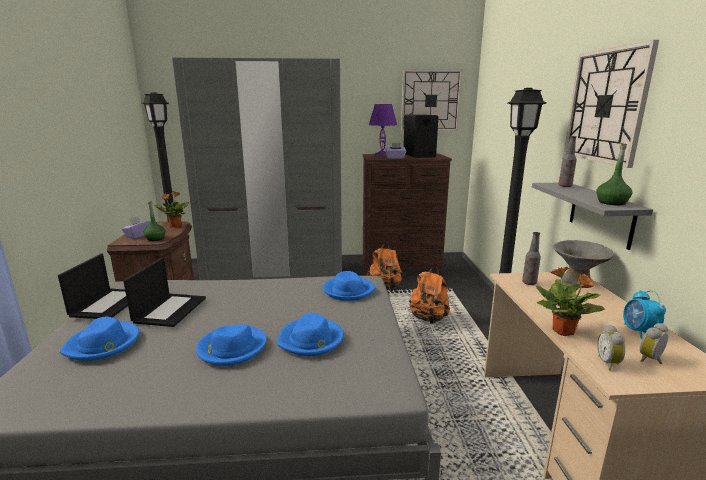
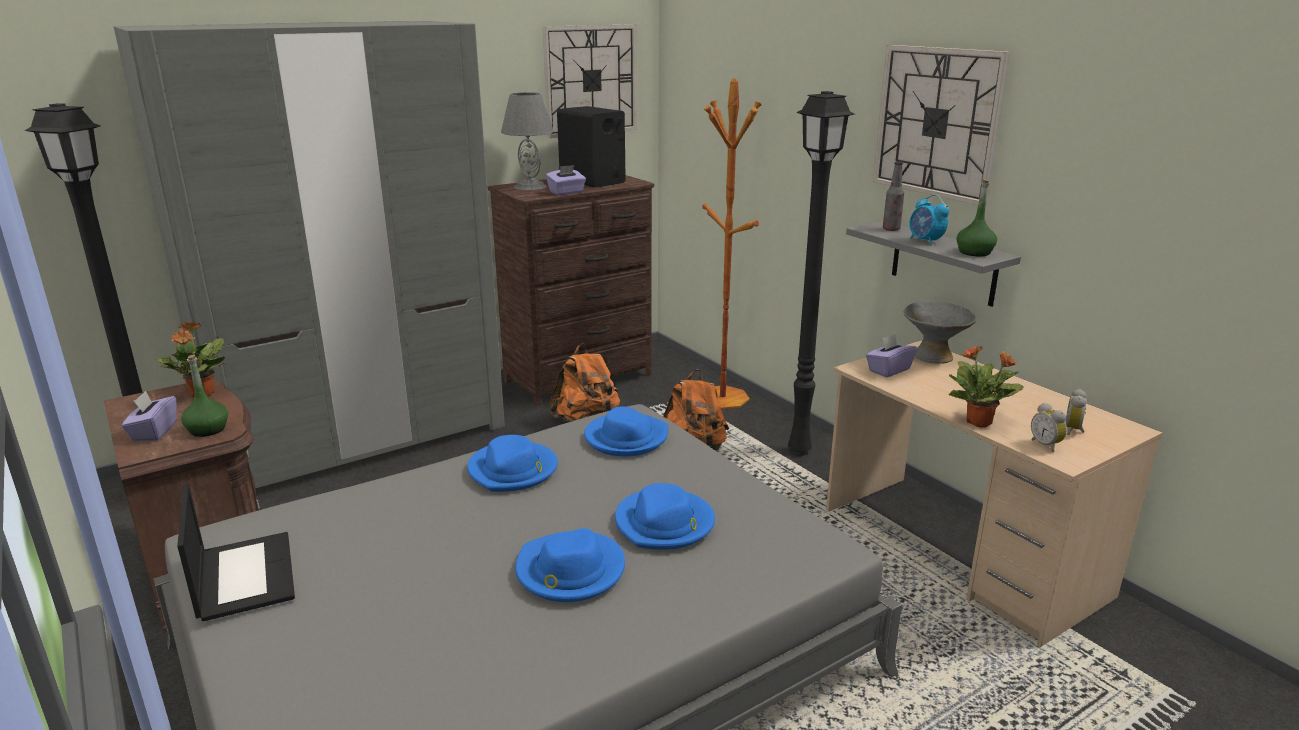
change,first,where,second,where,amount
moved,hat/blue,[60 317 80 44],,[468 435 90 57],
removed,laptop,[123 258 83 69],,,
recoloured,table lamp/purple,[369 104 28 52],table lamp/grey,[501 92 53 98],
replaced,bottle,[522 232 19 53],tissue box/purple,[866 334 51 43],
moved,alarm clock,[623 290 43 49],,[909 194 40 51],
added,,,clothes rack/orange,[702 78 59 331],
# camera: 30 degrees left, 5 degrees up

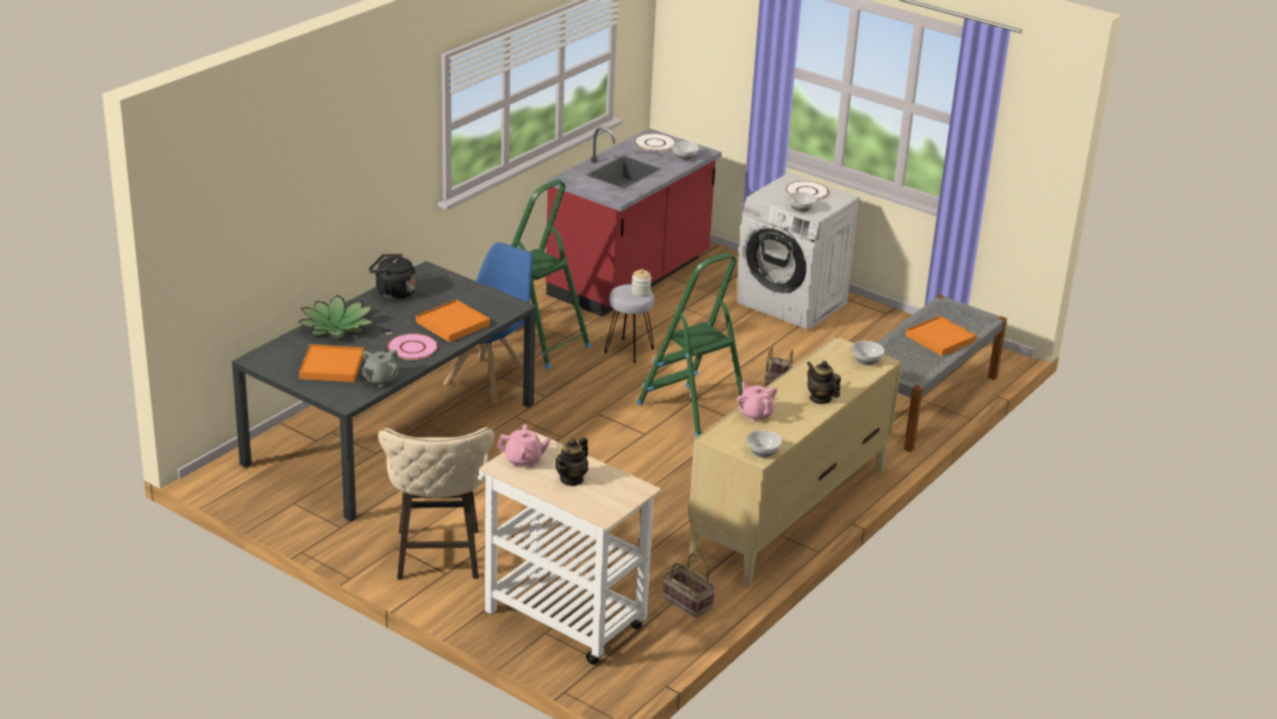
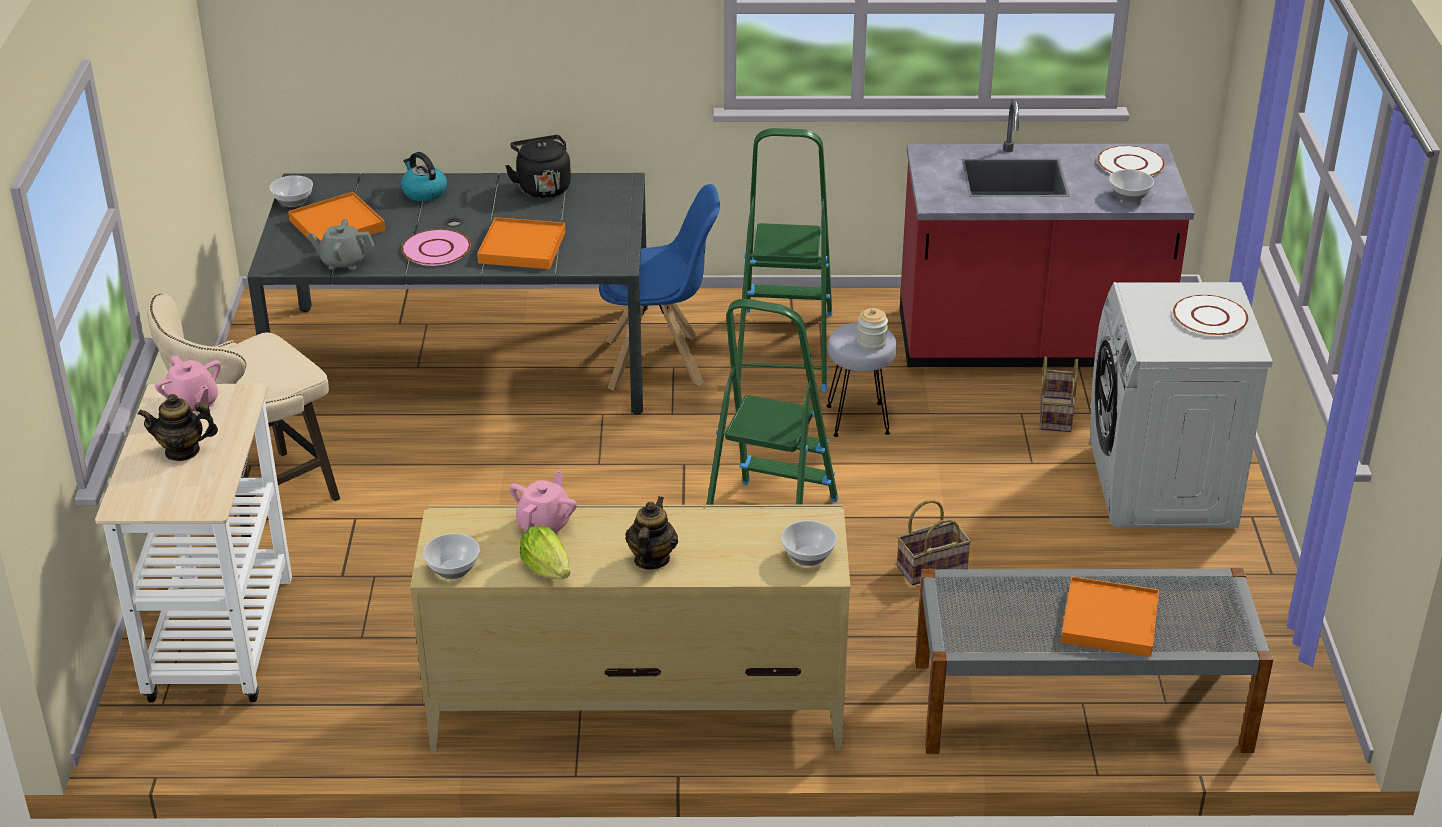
change,first,where,second,where,amount
replaced,potted plant,[298 295 76 45],kettle,[401 152 46 49],
moved,basket,[663 552 52 66],,[1040 357 38 75],
moved,bowl,[788 192 28 20],,[269 175 44 32],
added,,,lettuce,[520 526 50 53],
# camera: 55 degrees right, 5 degrees up

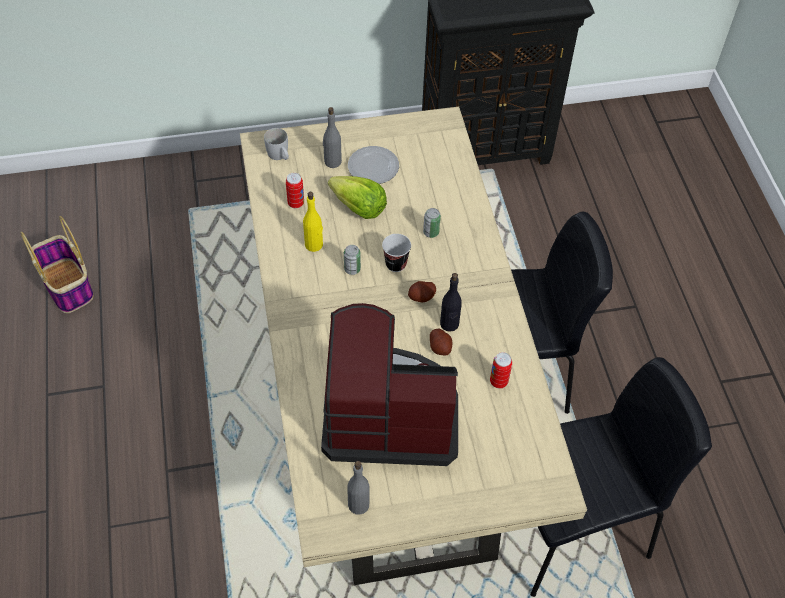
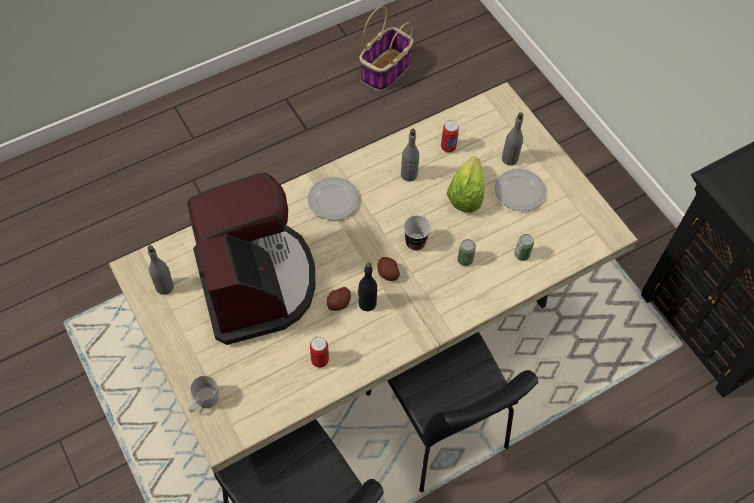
change,first,where,second,where,amount
moved,mug/white,[264 128 25 32],,[188 376 31 36],
recoloured,bottle/yellow,[303 192 20 60],bottle/grey,[401 129 18 53],
moved,can,[344 245 17 30],,[514 234 20 27],
added,,,plate,[308 177 51 43],
# camera: 70 degrees right, 5 degrees up

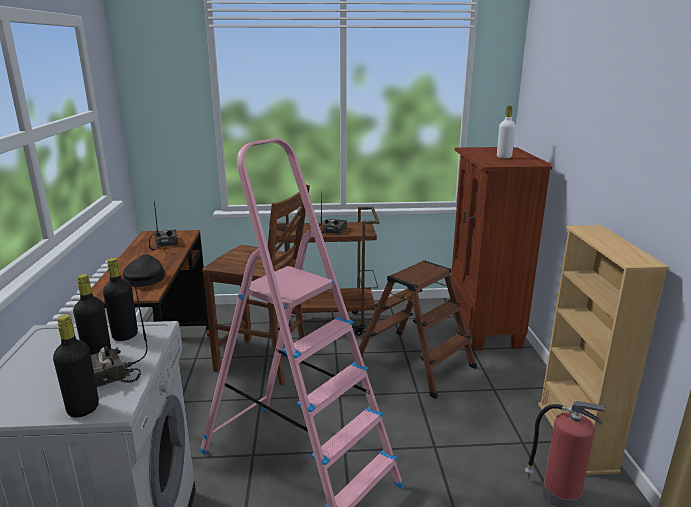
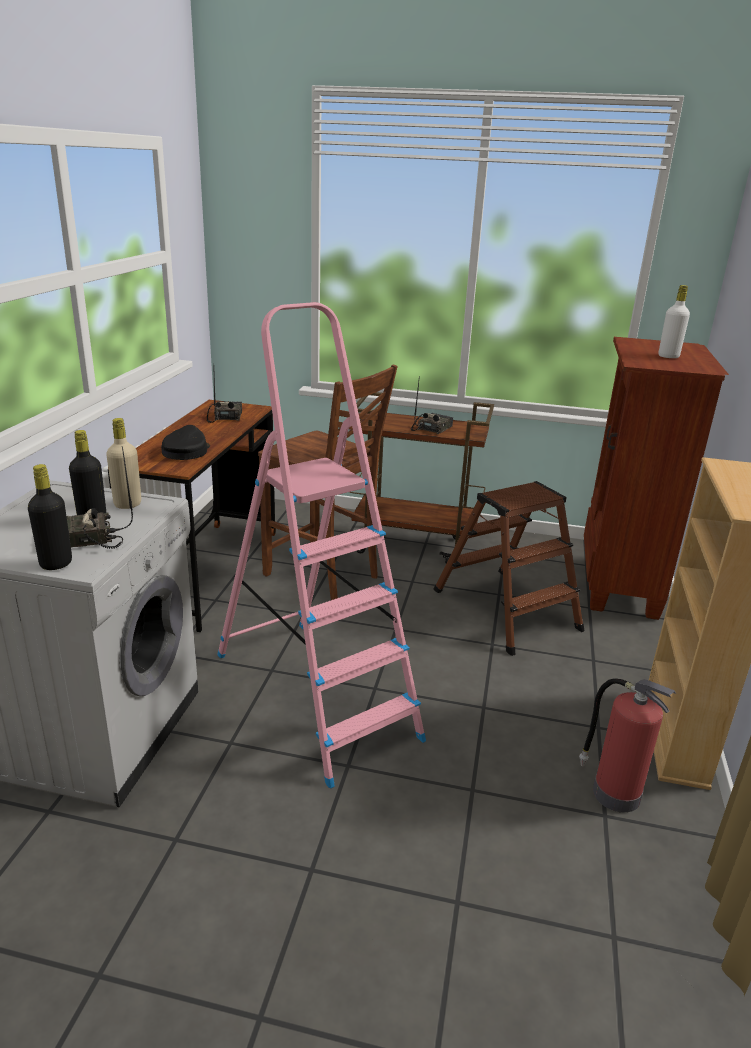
change,first,where,second,where,amount
recoloured,bottle/black,[103 258 35 83],bottle/beige,[106 418 35 91],
# camera: 15 degrees right, 5 degrees up

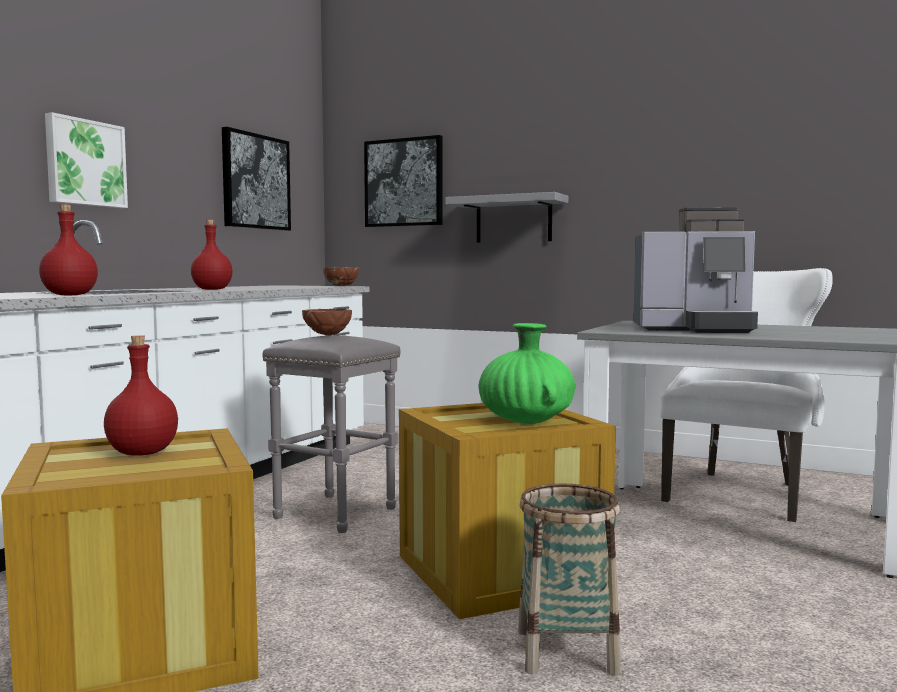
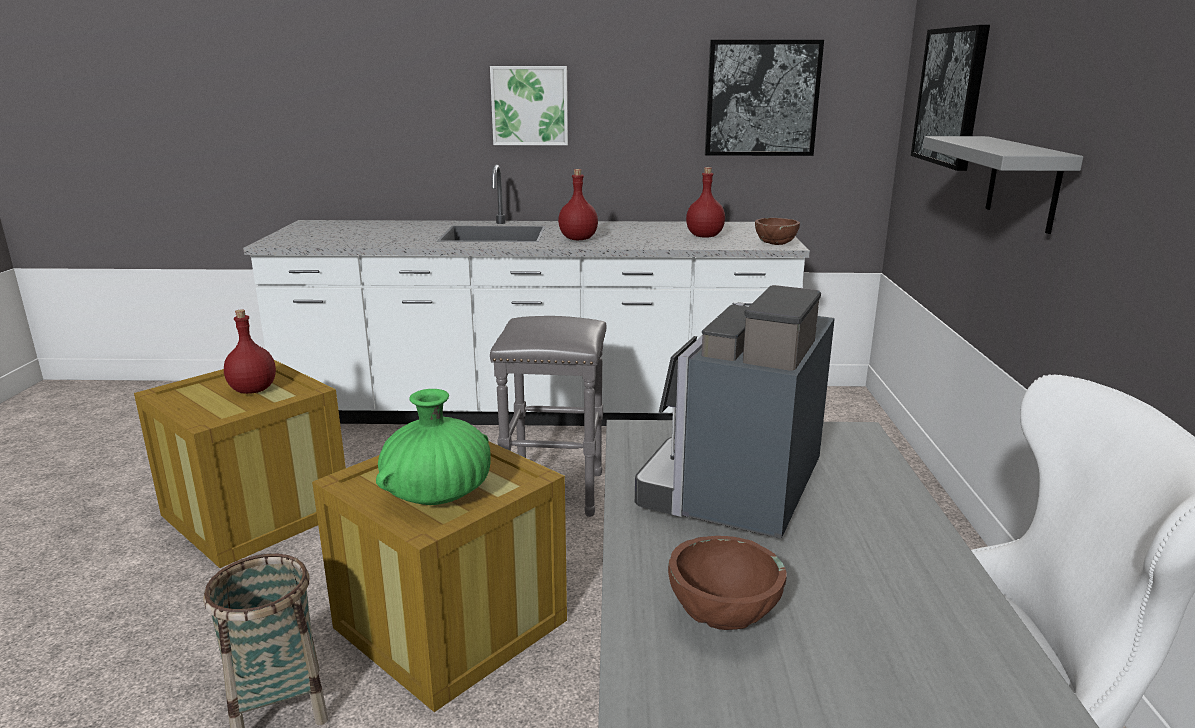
change,first,where,second,where,amount
moved,bottle/red,[39 204 59 91],,[686 167 39 71],
moved,bowl/brown,[302 309 50 27],,[668 536 119 94],
turned,coffee machine,[633 207 125 126],,[635 285 200 254],45 degrees clockwise
# camera: 65 degrees right, 15 degrees up

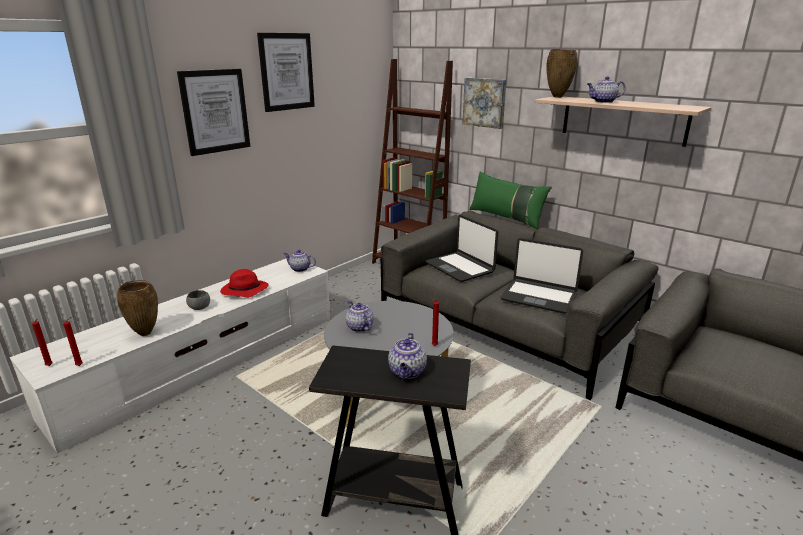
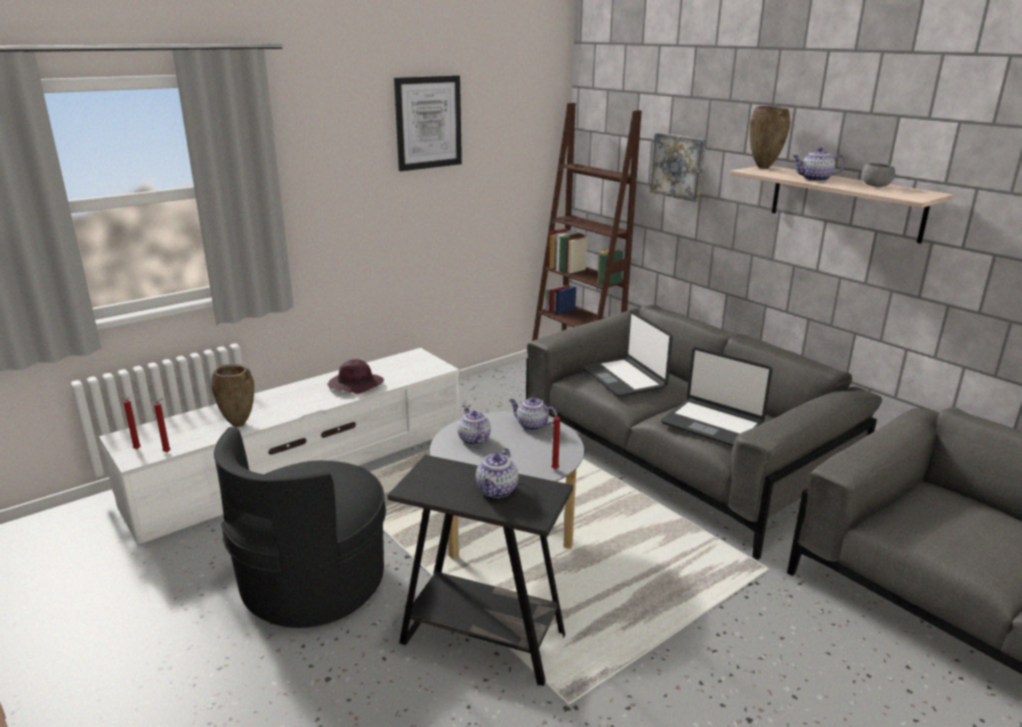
change,first,where,second,where,amount
removed,picture,[177 69 73 87],,,
moved,bowl/grey,[186 290 24 20],,[862 163 33 24],
recoloured,hat/red,[220 269 48 29],hat/purple,[328 359 56 35],
moved,teapot,[283 250 33 22],,[509 397 48 34],
removed,pillow/green,[469 172 83 57],,,
added,,,armchair/black,[214 427 172 201],
# camera: 10 degrees right, 0 degrees up

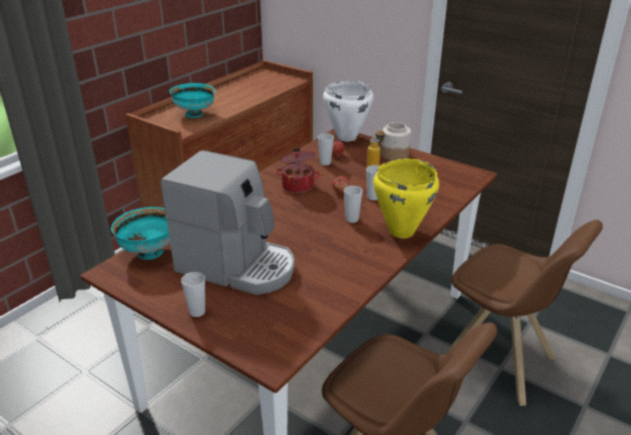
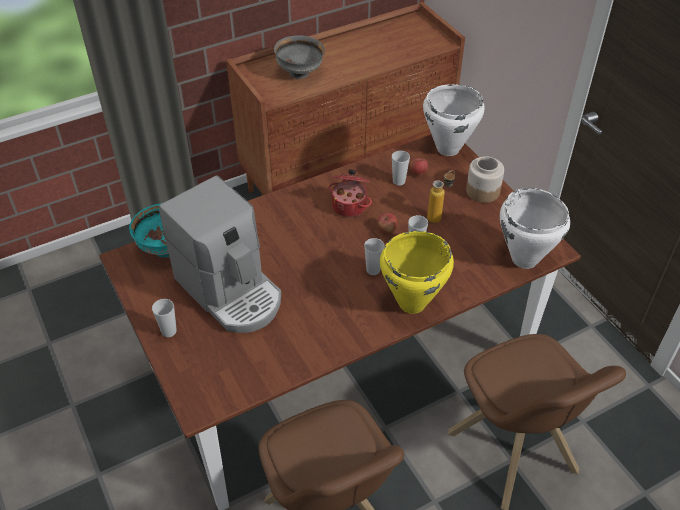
change,first,where,second,where,amount
recoloured,bowl/turquoise,[169 83 47 35],bowl/grey,[274 35 51 44],
added,,,cooking pot/white,[500 188 70 81],
# camera: 25 degrees right, 15 degrees up

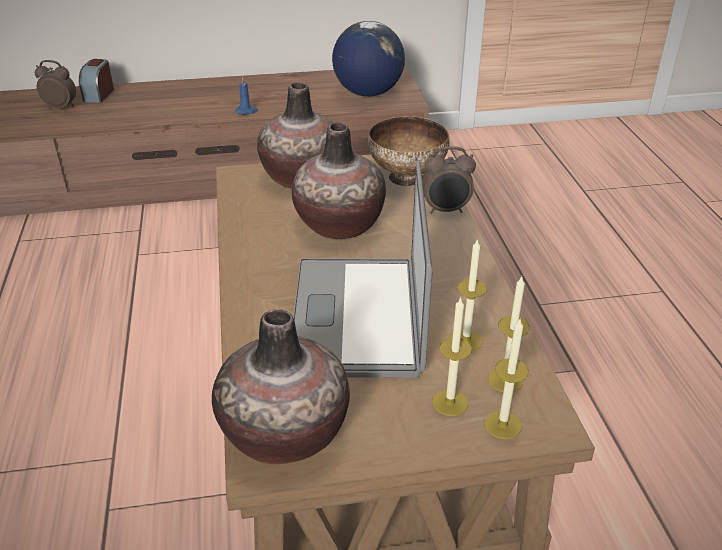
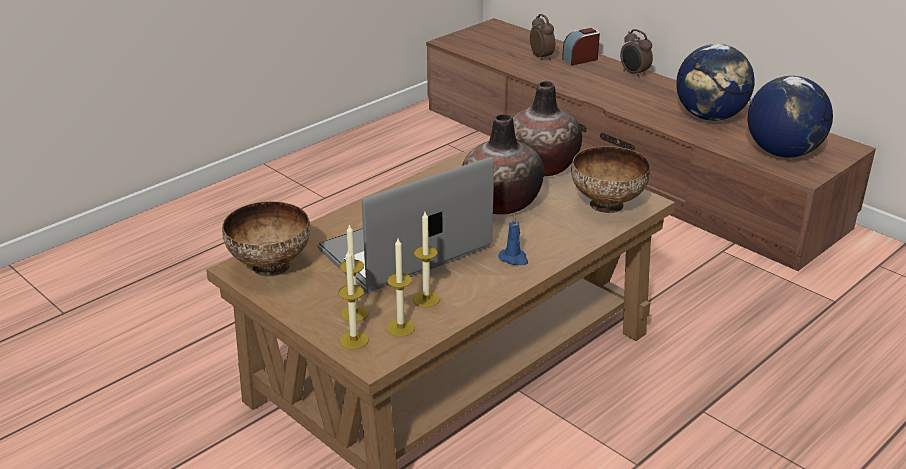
change,first,where,second,where,amount
replaced,vase,[212 309 138 155],bowl,[222 201 89 76],
moved,candle/blue,[235 77 23 38],,[498 214 30 51],
moved,alarm clock,[422 146 54 68],,[620 29 33 49],
added,,,globe,[676 44 79 77],
# camera: 55 degrees right, 5 degrees down

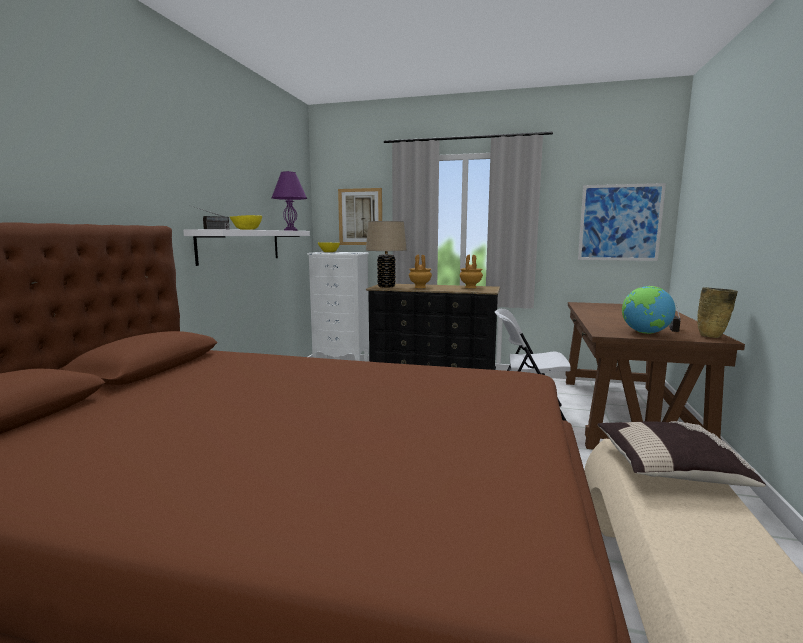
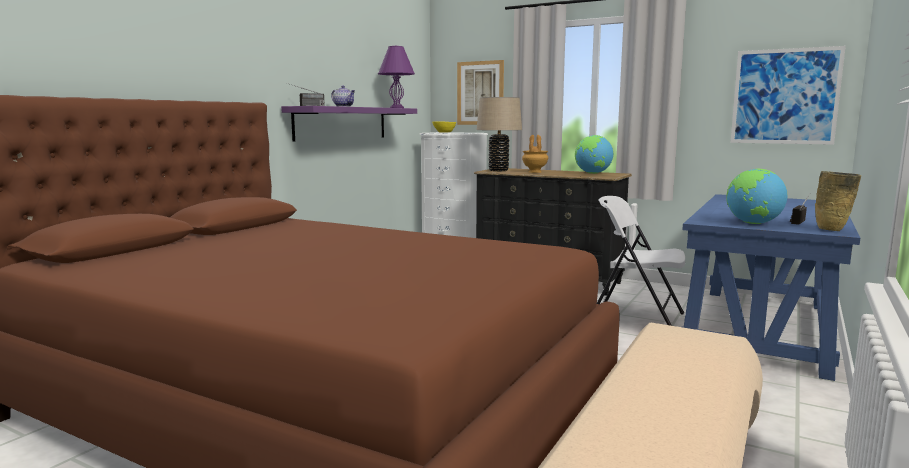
change,first,where,second,where,amount
recoloured,shelf/white,[183 229 127 37],shelf/purple,[281 106 136 36],
replaced,bowl/yellow,[230 215 32 15],teapot,[331 86 24 21],
replaced,vase/brown,[460 255 23 33],globe,[575 135 38 39],
recoloured,desk/brown,[565 302 180 147],desk/blue,[682 194 178 187],
removed,pillow,[598 421 168 66],,,
# camera: 15 degrees right, 0 degrees up

